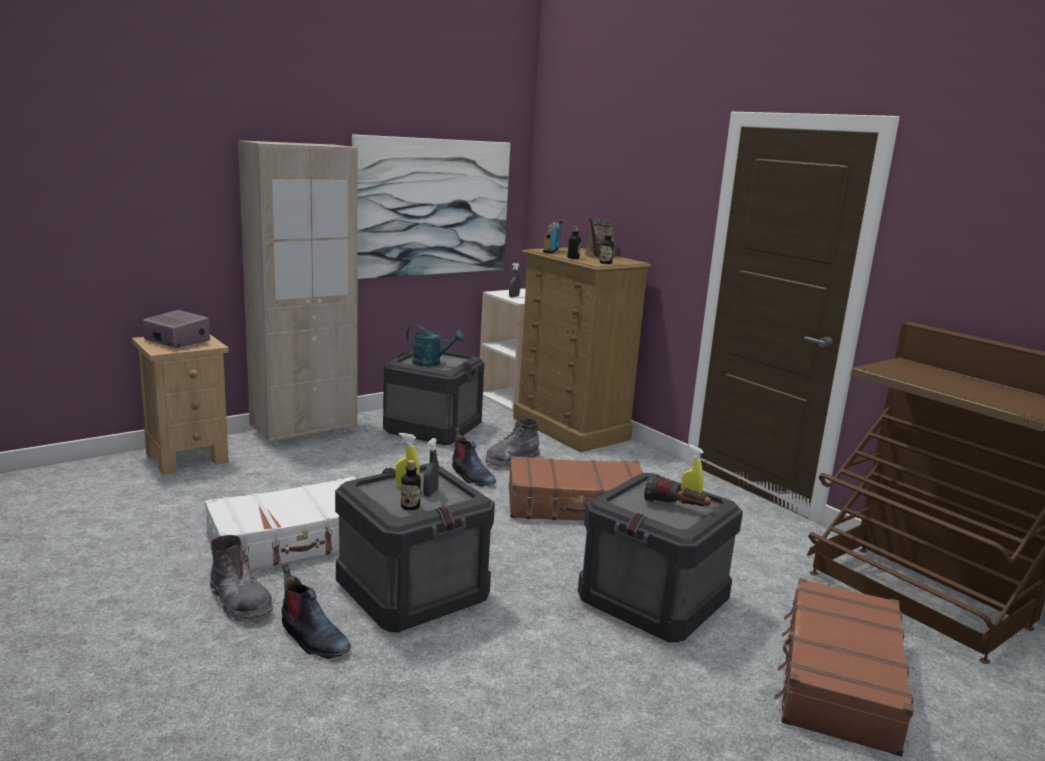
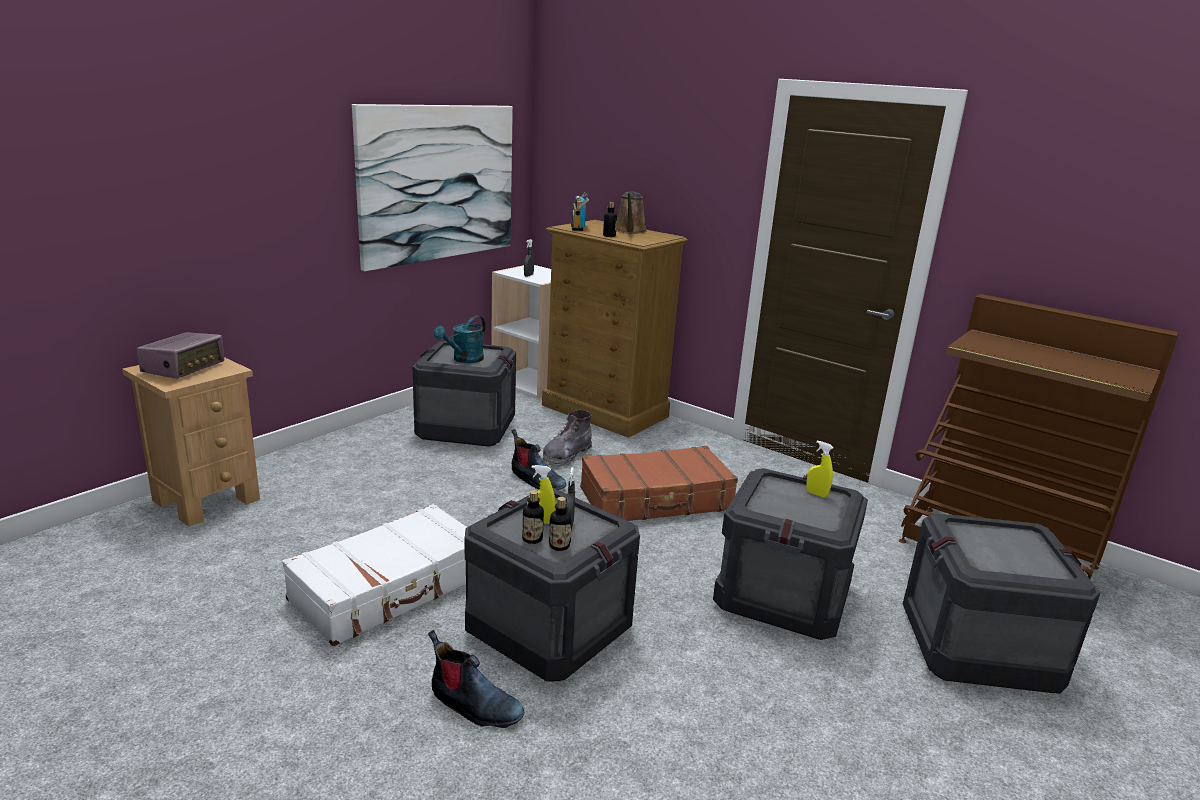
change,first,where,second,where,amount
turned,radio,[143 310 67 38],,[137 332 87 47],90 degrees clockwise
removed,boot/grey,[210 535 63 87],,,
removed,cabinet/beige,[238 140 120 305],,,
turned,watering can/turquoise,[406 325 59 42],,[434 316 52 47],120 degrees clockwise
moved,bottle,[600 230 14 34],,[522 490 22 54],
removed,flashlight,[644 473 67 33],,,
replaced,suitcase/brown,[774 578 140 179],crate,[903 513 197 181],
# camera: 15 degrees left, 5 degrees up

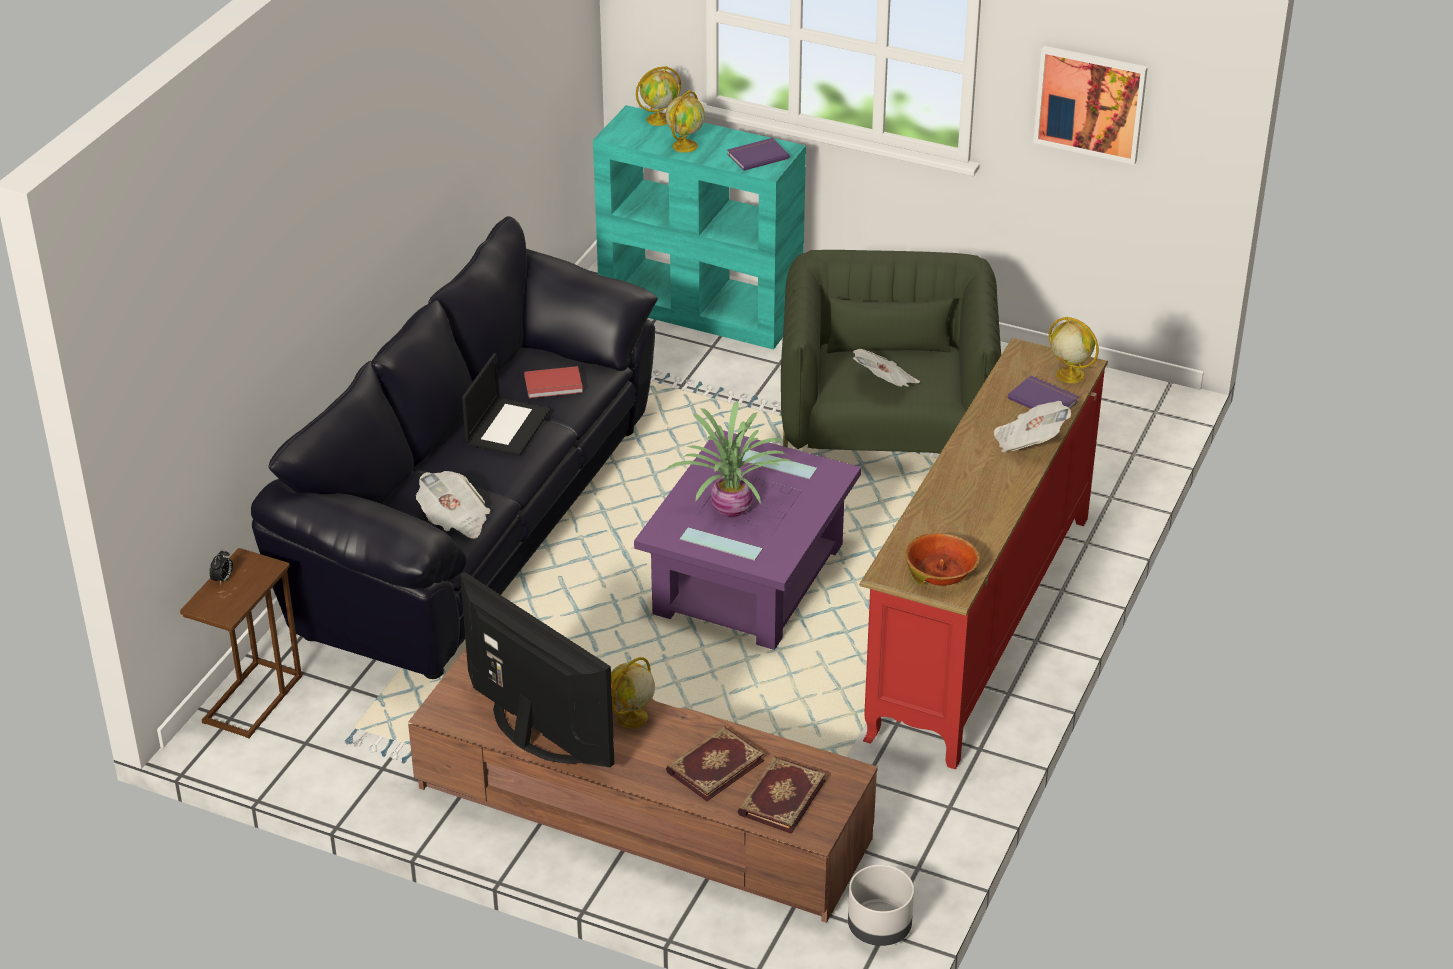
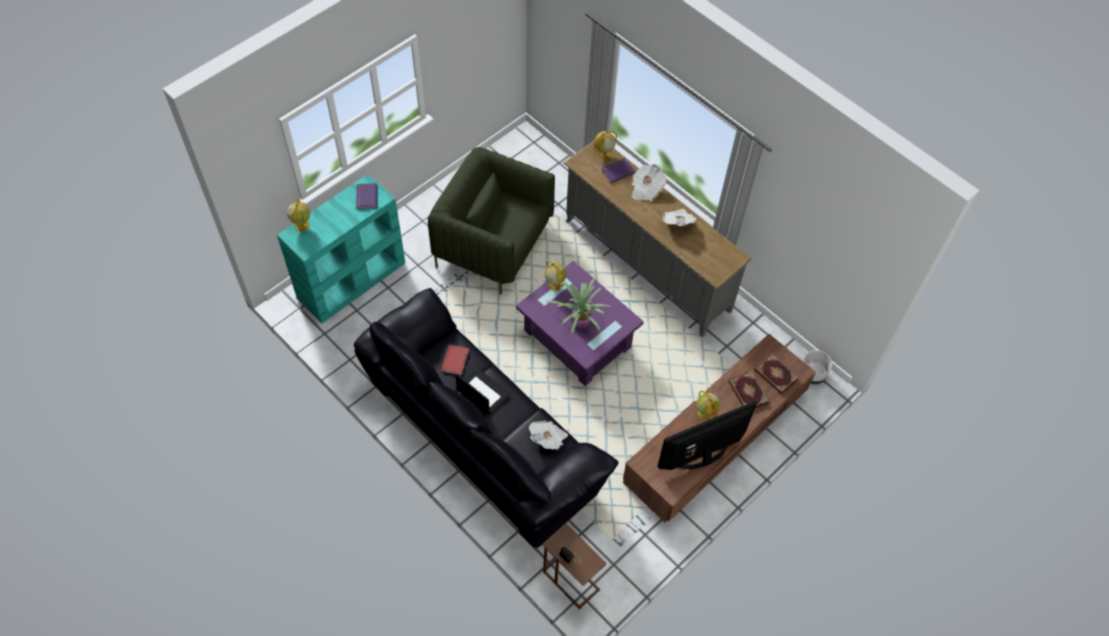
change,first,where,second,where,amount
moved,globe,[666 90 39 63],,[545 262 22 29],
moved,newspaper,[853 349 67 38],,[663 209 34 17],
recoloured,cabinet/red,[859 338 249 431],cabinet/grey,[563 141 189 196],
removed,bowl,[906 533 74 55],,,
removed,picture,[1033 46 115 119],,,
# camera: 70 degrees left, 20 degrees up

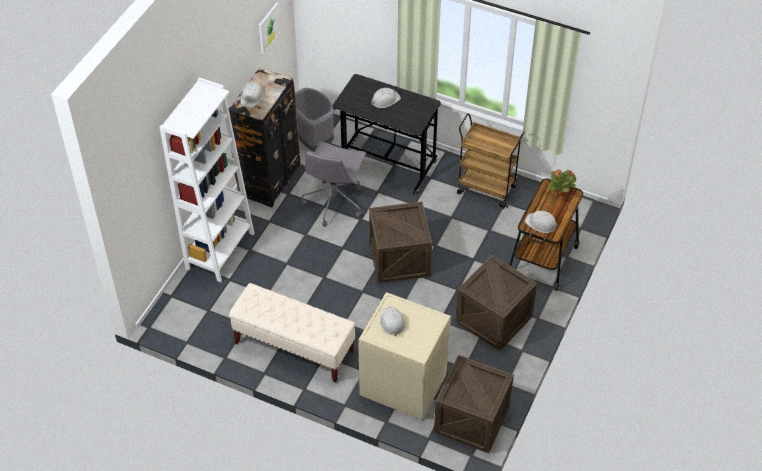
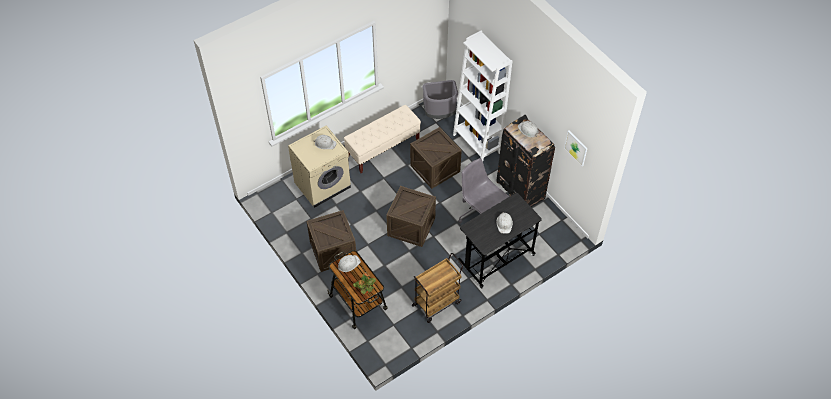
change,first,where,second,where,amount
moved,trash can/grey,[295 88 39 64],,[422 80 36 39],
moved,crate,[434 355 80 98],,[410 127 52 62],
# camera: 120 degrees right, 5 degrees up

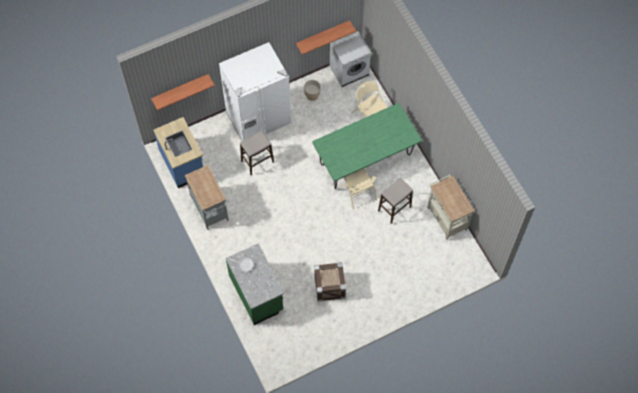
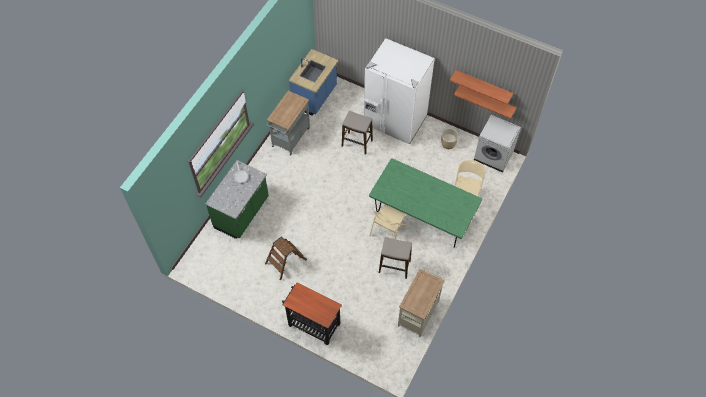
change,first,where,second,where,amount
moved,shelf,[151 74 64 37],,[450 70 63 35],
replaced,crate,[314 262 32 40],step ladder/brown,[265 236 42 44],
added,,,cart/black,[282 282 60 63],
# camera: 55 degrees right, 5 degrees down

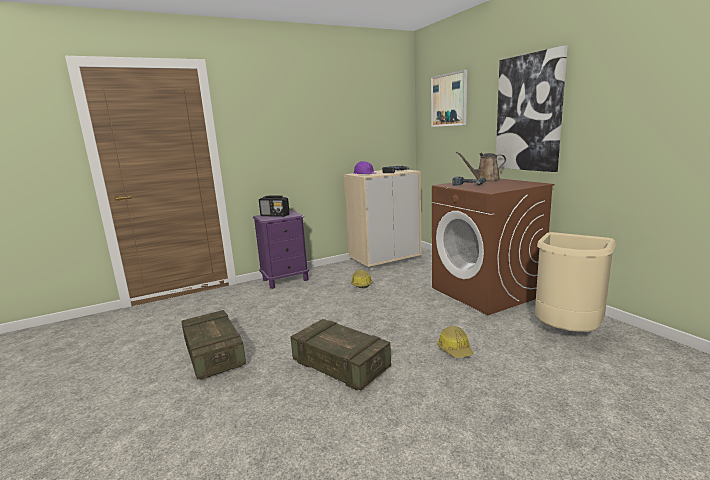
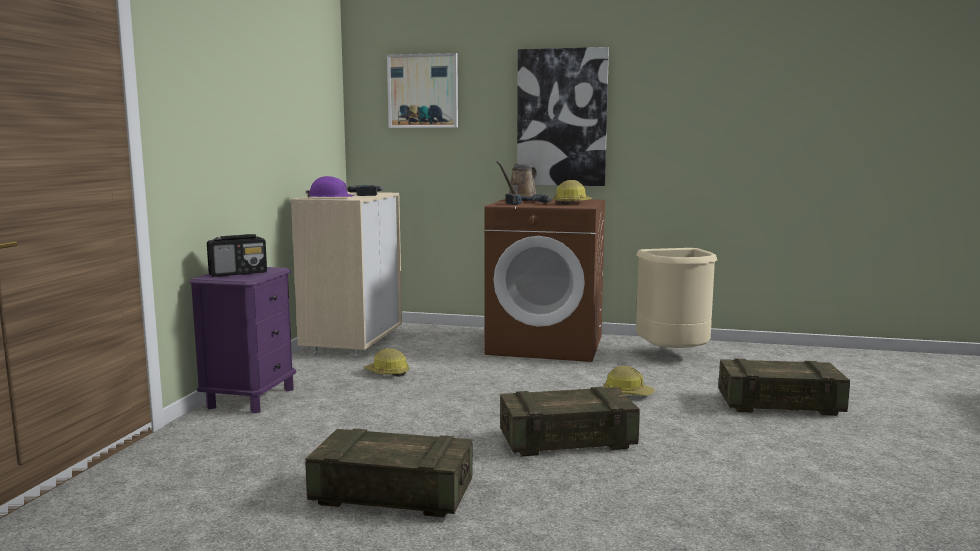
change,first,where,second,where,amount
added,,,hard hat,[554 180 39 25],
added,,,crate,[719 359 131 57],
# camera: 50 degrees left, 5 degrees down

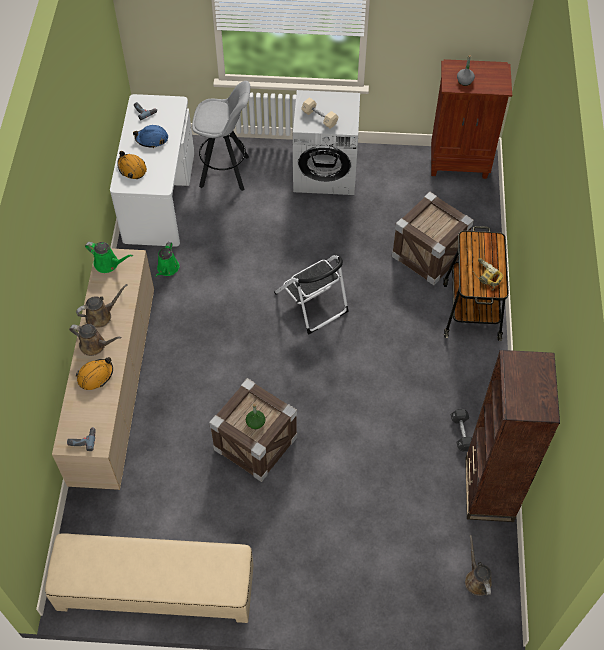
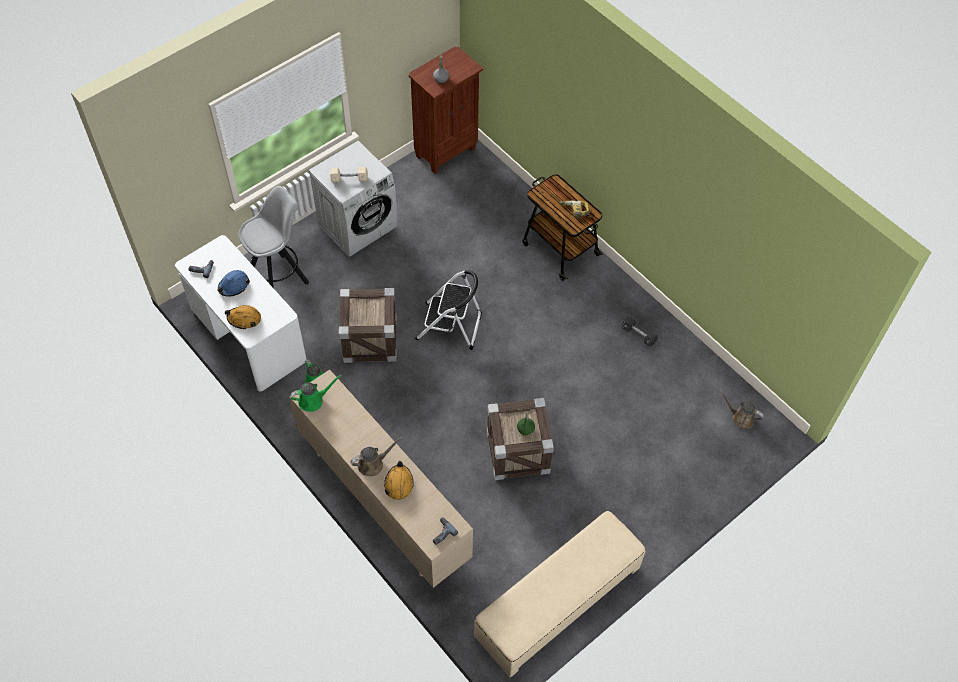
change,first,where,second,where,amount
removed,watering can/brown,[76 284 52 44],,,
moved,crate,[392 192 82 93],,[339 288 58 75],
removed,bookcase/brown,[465 350 95 172],,,
# camera: 45 degrees left, 0 degrees up

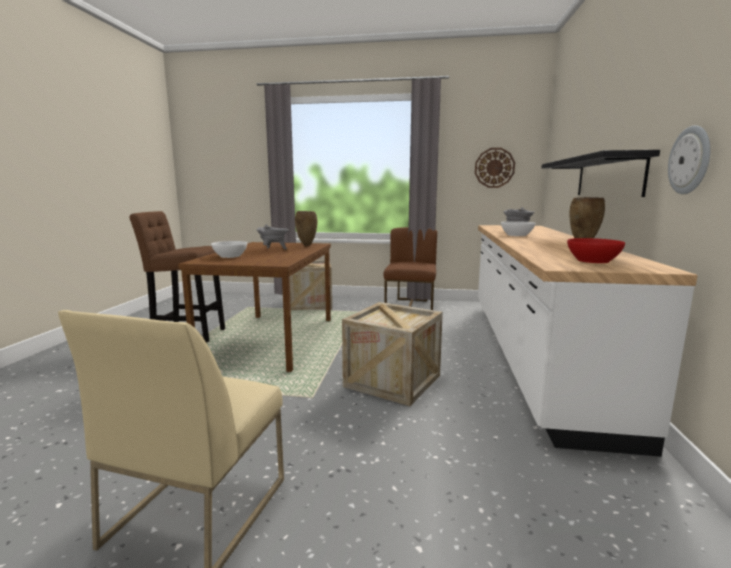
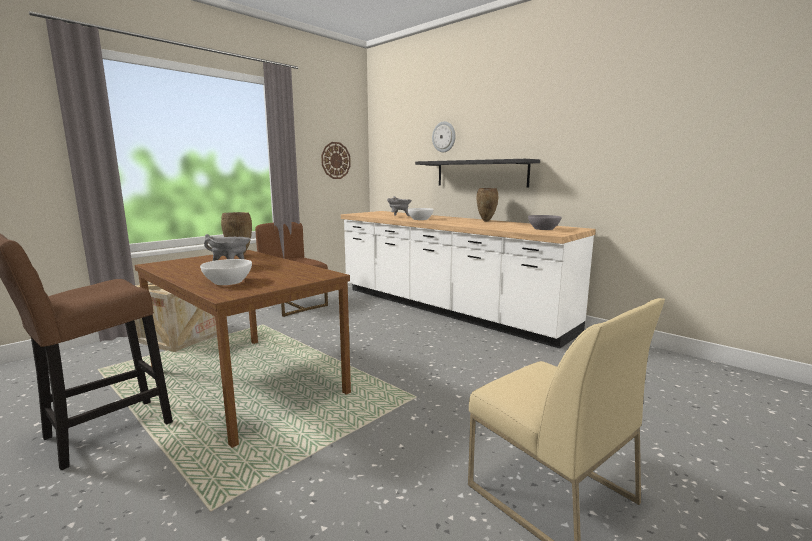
change,first,where,second,where,amount
removed,crate,[342 302 101 104],,,
recoloured,bowl/red,[567 238 58 25],bowl/grey,[528 215 34 15],
moved,wall clock,[668 125 43 69],,[432 121 24 31],
# camera: 55 degrees left, 0 degrees up

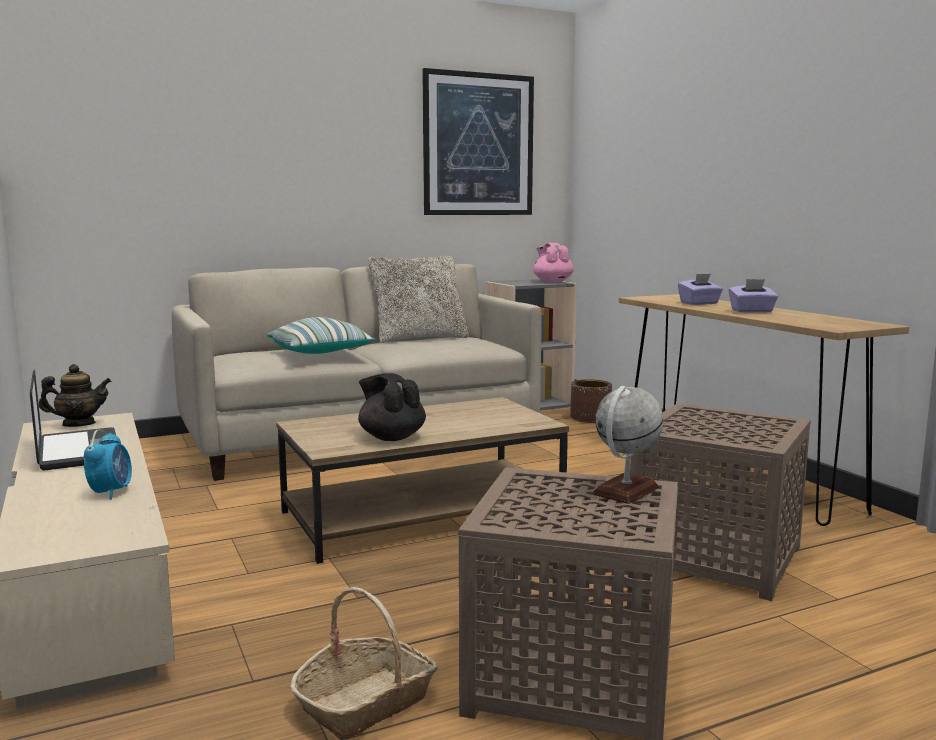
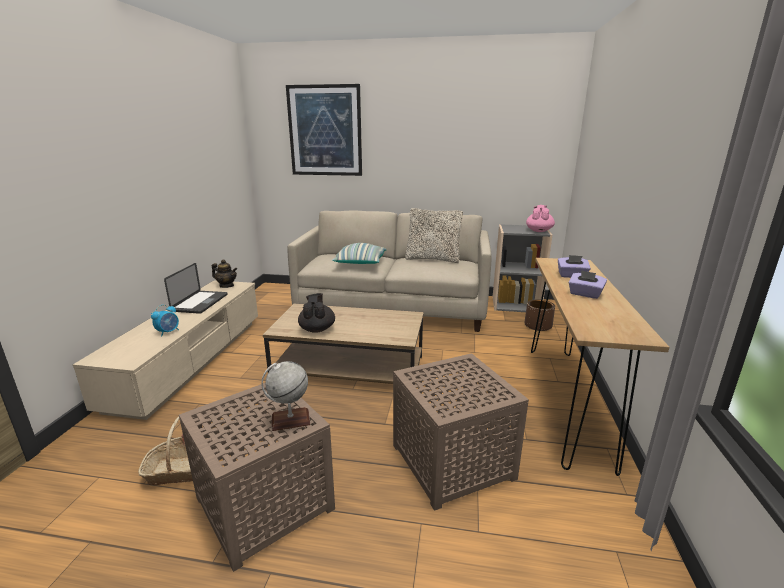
change,first,where,second,where,amount
moved,picture,[422 68 112 147],,[286 84 76 92],
# camera: 35 degrees right, 10 degrees up

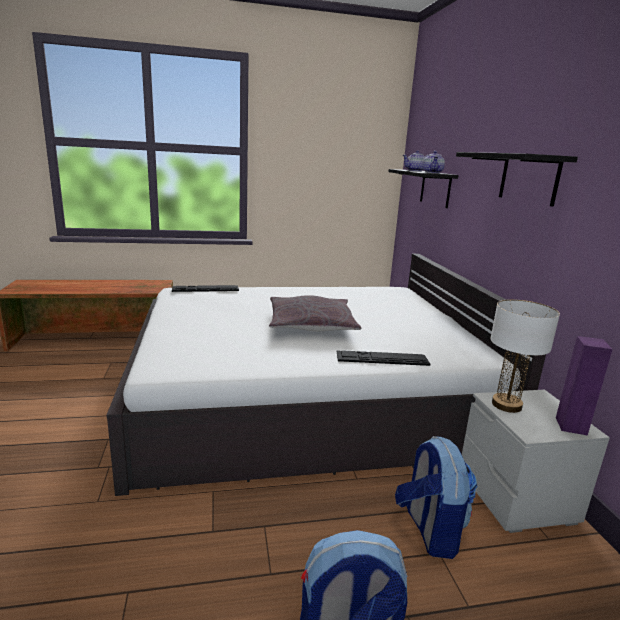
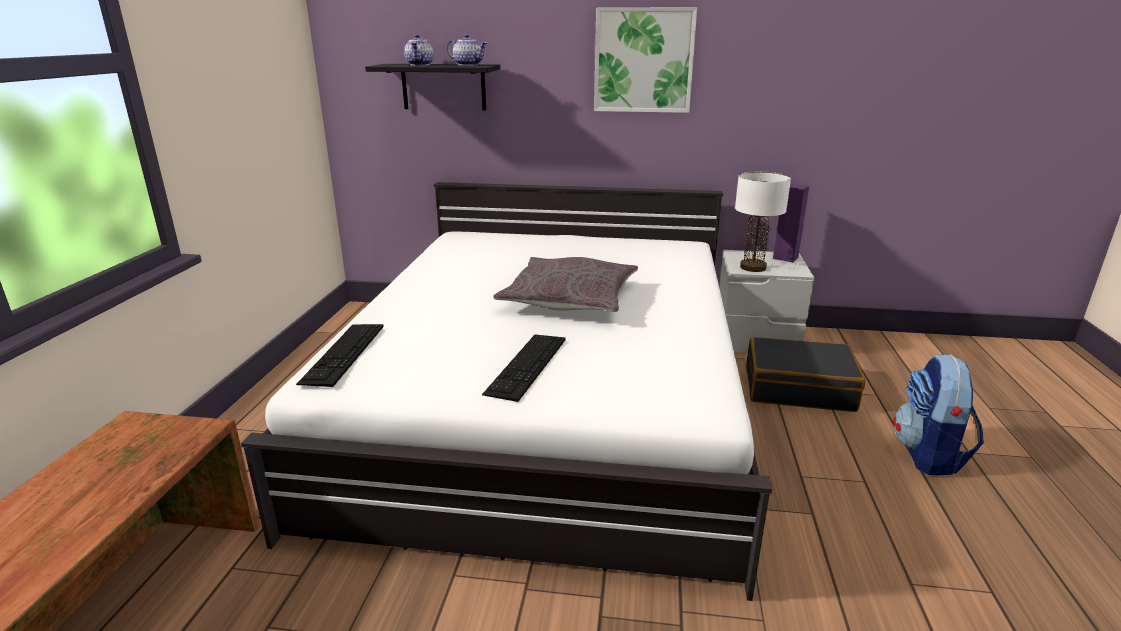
change,first,where,second,where,amount
moved,keyboard,[337 350 93 16],,[482 335 84 67],
replaced,backpack,[395 436 83 123],suitcase/black,[746 337 120 75],
replaced,shelf/black,[456 152 122 55],picture,[594 7 103 106],
# camera: 70 degrees left, 5 degrees up

